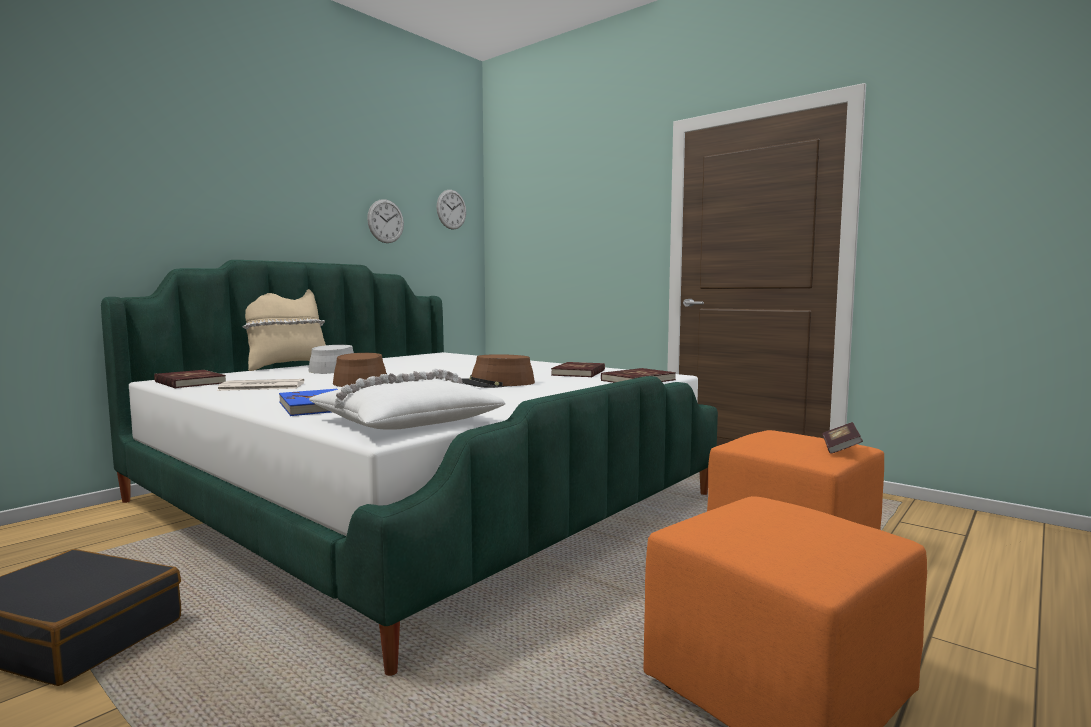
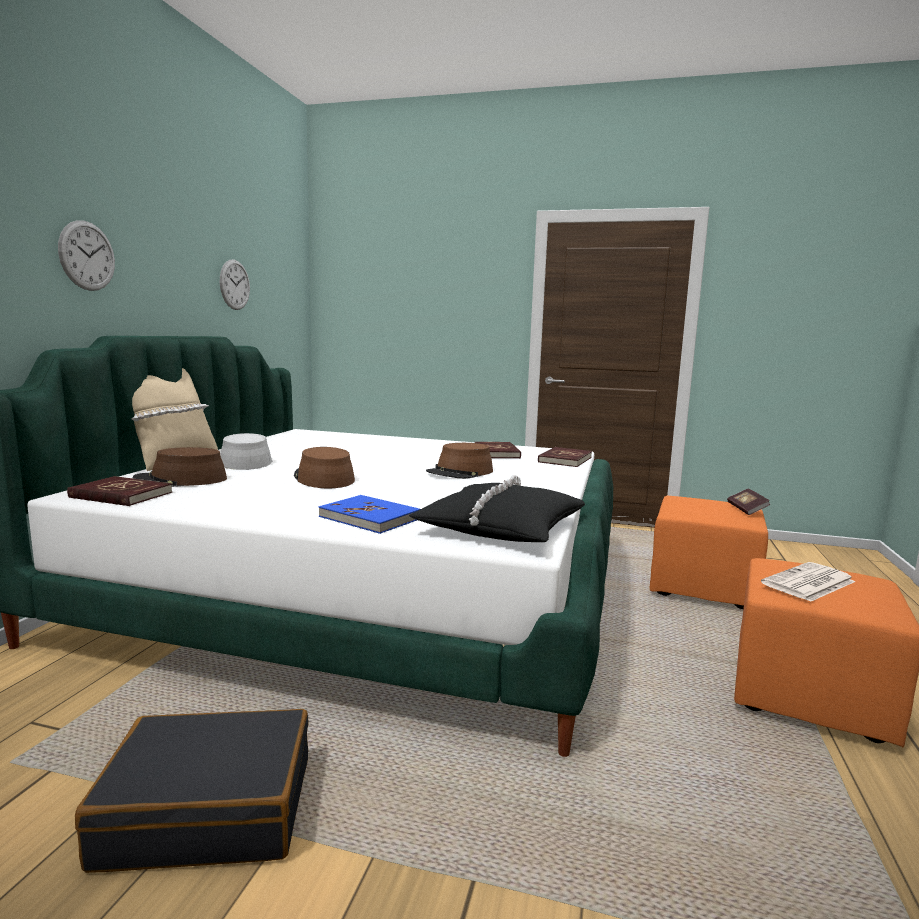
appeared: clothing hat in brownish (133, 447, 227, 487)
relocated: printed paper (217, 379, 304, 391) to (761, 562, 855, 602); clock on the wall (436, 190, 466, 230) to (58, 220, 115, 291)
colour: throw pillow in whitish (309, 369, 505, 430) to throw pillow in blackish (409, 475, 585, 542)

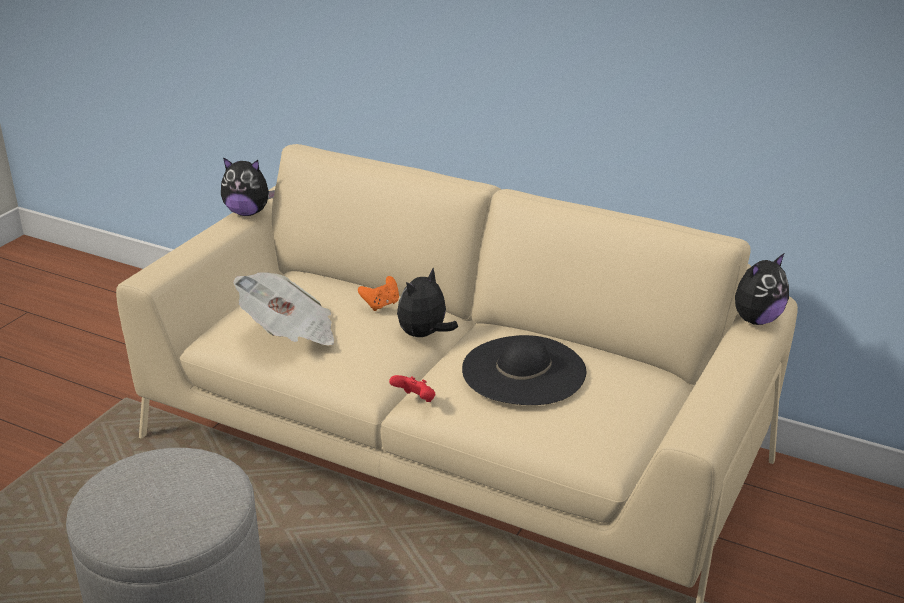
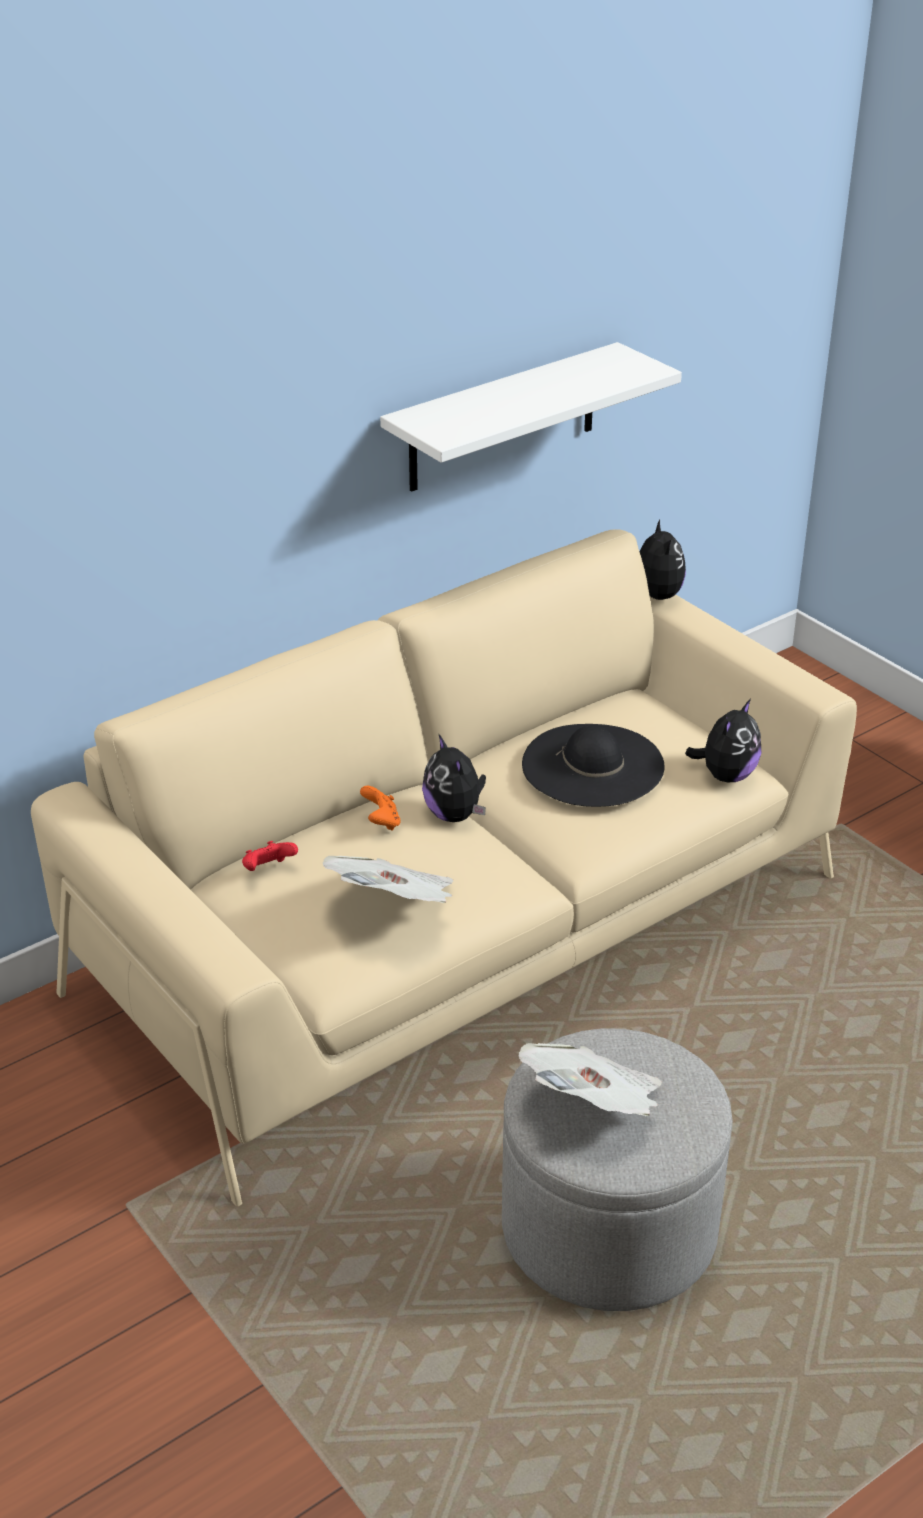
appeared: wall shelf in whitish (380, 342, 682, 492); printed paper (519, 1043, 662, 1116)
relocated: cuddly toy (221, 157, 275, 216) to (685, 699, 761, 782); gamepad in red (389, 375, 435, 402) to (242, 841, 298, 871)

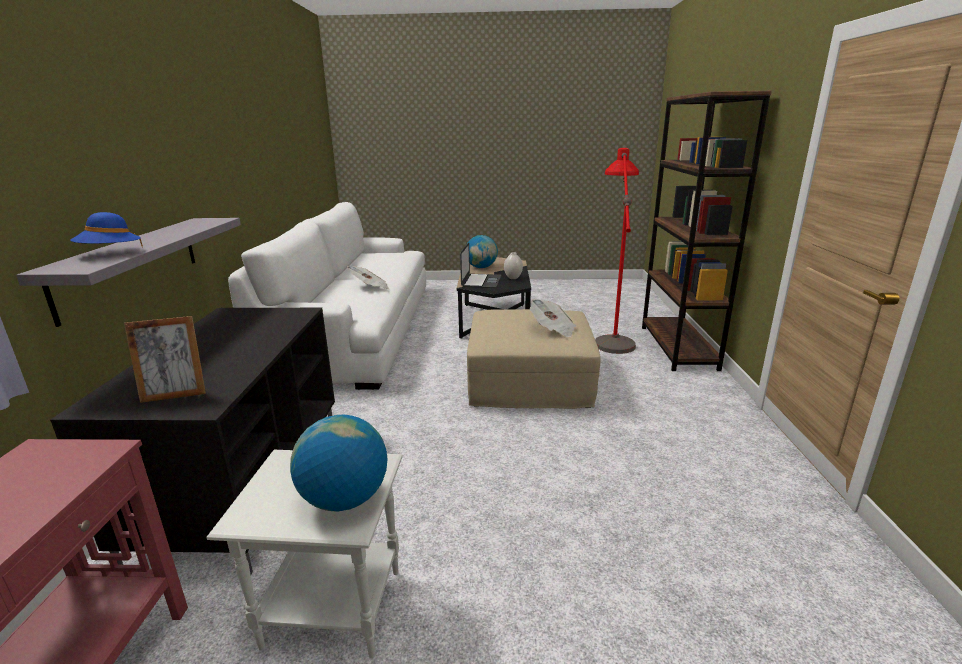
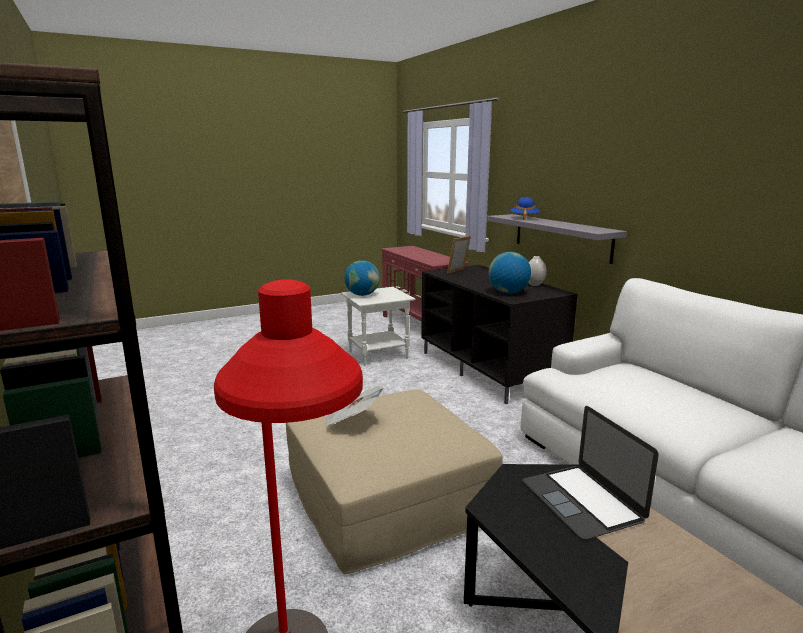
missing: printed paper (347, 266, 389, 289)
relocated: globe (466, 235, 498, 268) to (489, 252, 531, 294); flower vase in whitish (504, 252, 523, 279) to (529, 256, 547, 286)

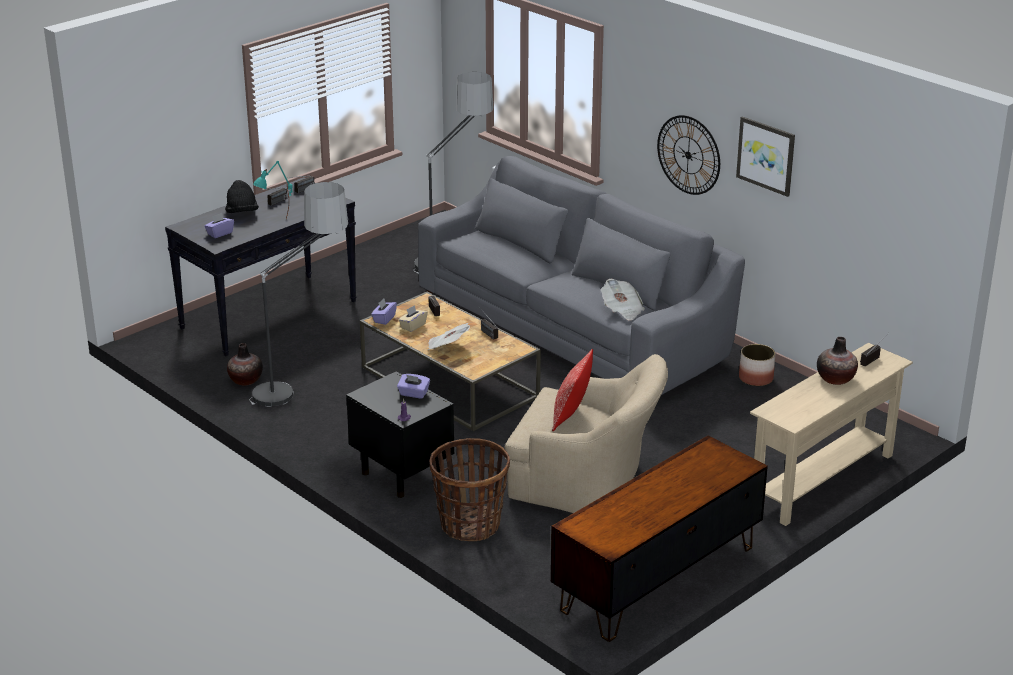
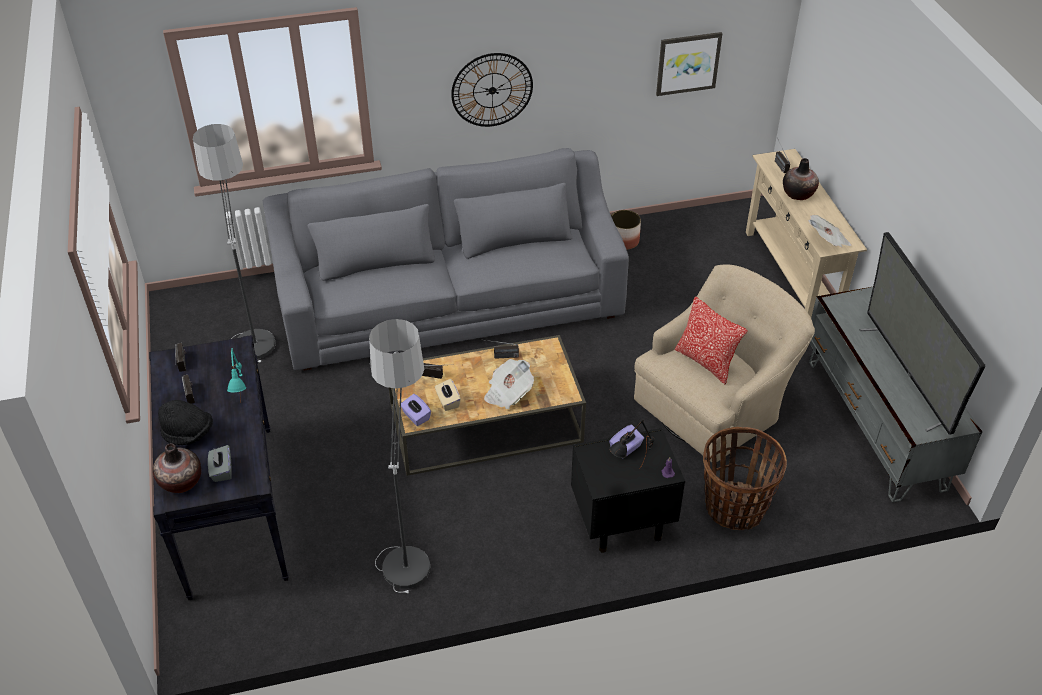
appeared: table lamp in blackish (609, 420, 654, 468); TV (859, 232, 985, 435)
relocated: flower vase (227, 343, 263, 386) to (153, 443, 201, 493); printed paper (601, 279, 645, 321) to (808, 215, 852, 247); wall art (736, 116, 795, 197) to (656, 32, 722, 96)
colour: tissue box in purplish (204, 213, 234, 238) to tissue box in grey (208, 445, 232, 482); tv unit in brownish (551, 435, 768, 642) to tv unit in grey (809, 287, 982, 502)

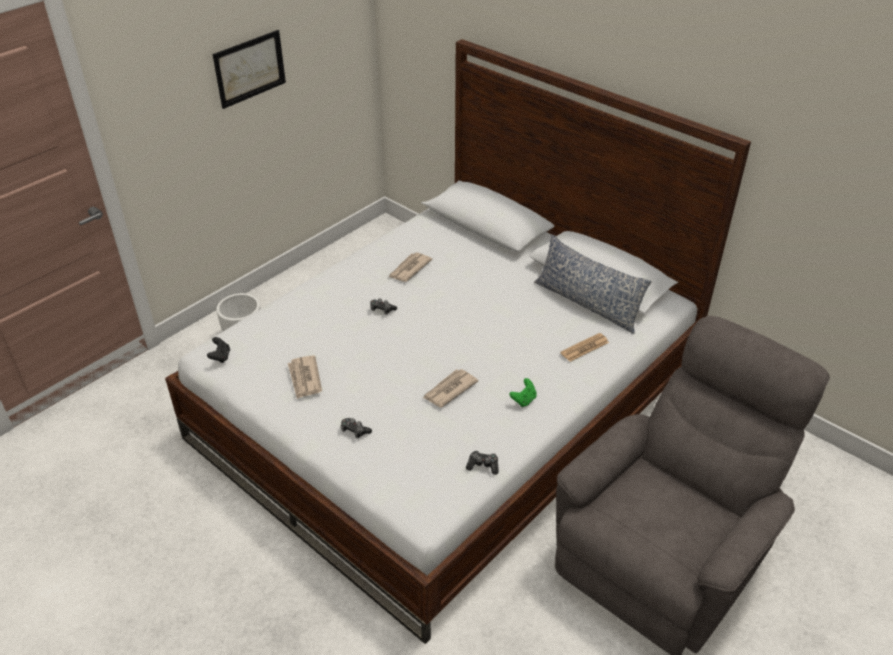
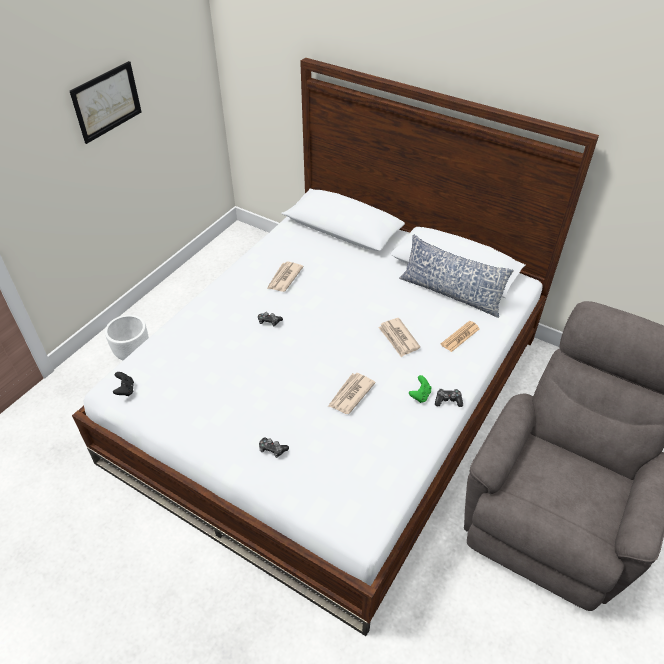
relocated: printed paper (288, 355, 322, 399) to (378, 318, 420, 357); gamepad (466, 451, 499, 475) to (435, 389, 463, 407)

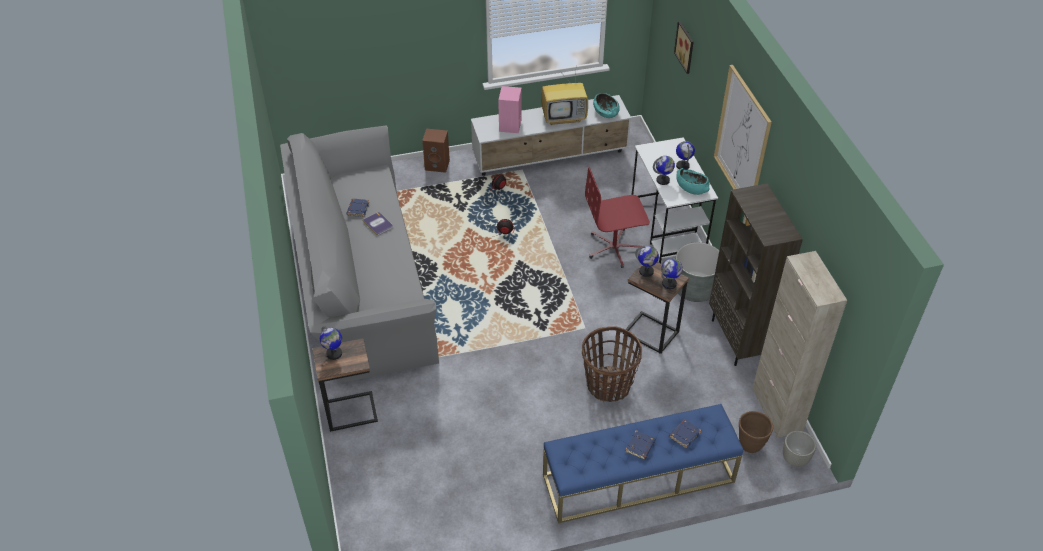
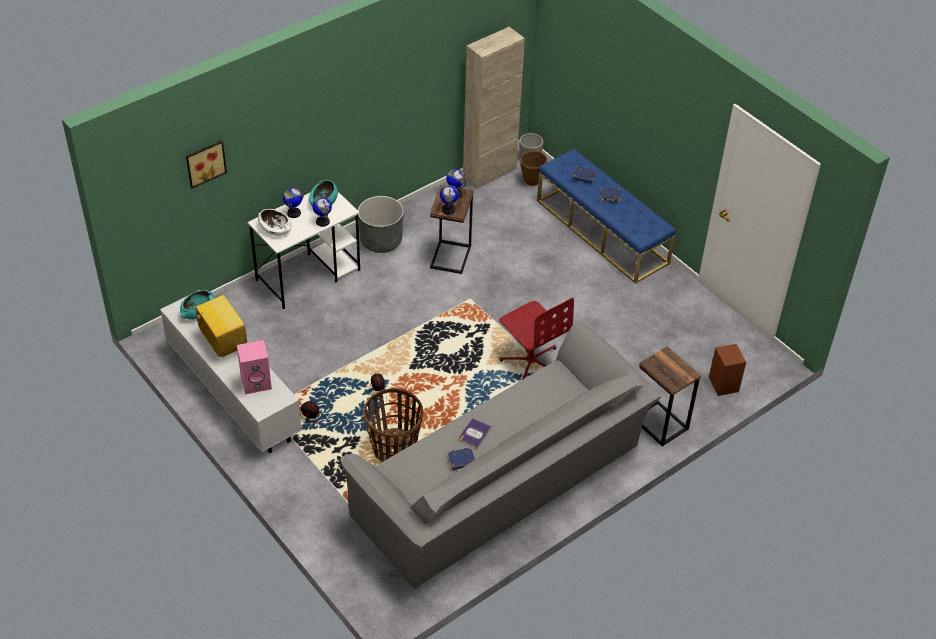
missing: globe (320, 326, 342, 360); bookshelf in brownish (709, 184, 803, 366); wall art (714, 65, 772, 189)
appeared: deep dish in whitish (258, 209, 291, 236)
relocated: audio speaker in brownish (422, 129, 450, 173) to (709, 344, 746, 396); household basket (582, 326, 642, 402) to (363, 388, 423, 462); desk chair in red (585, 167, 650, 268) to (499, 298, 574, 380)

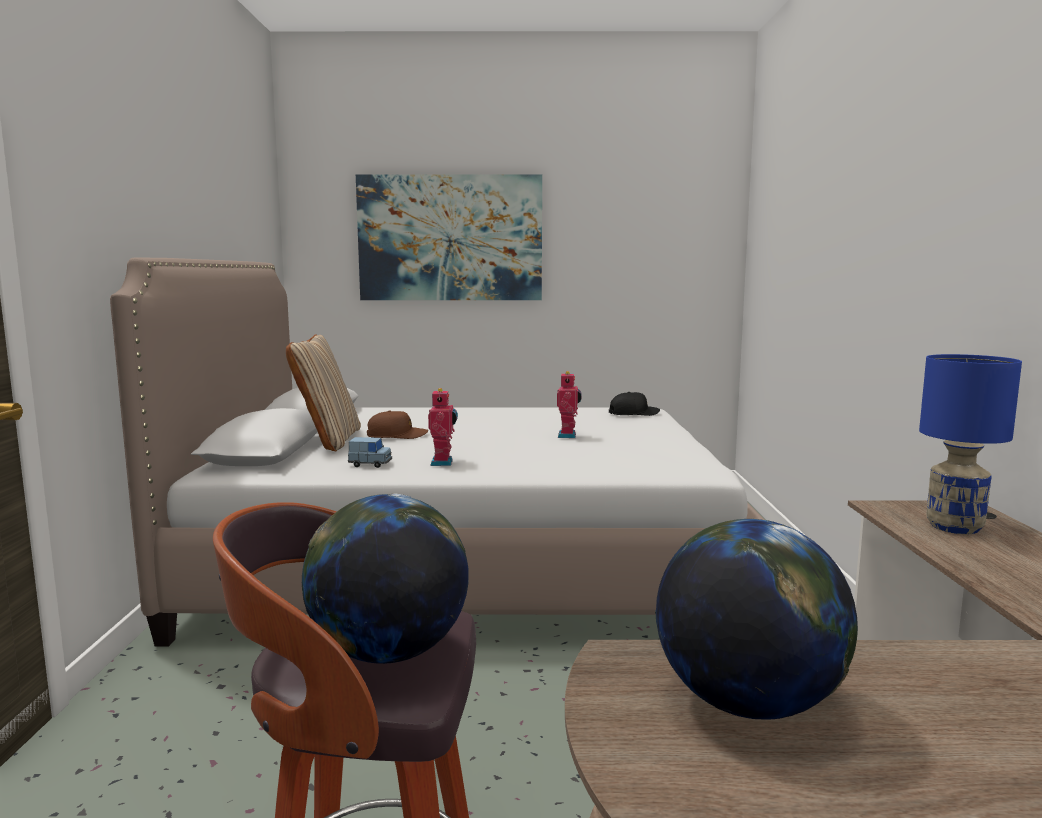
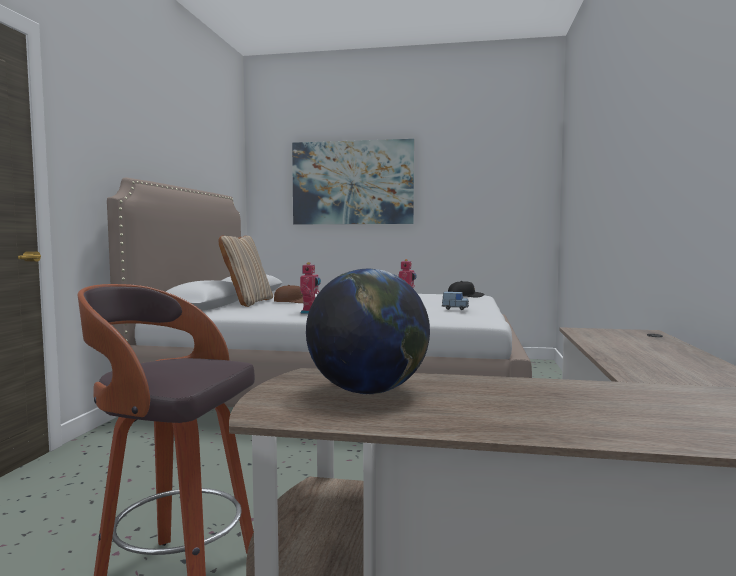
missing: globe (302, 494, 468, 664); table lamp in blue-coloured (919, 354, 1022, 534)
relocated: miniature car in blue-coloured (348, 437, 392, 468) to (442, 292, 469, 310)

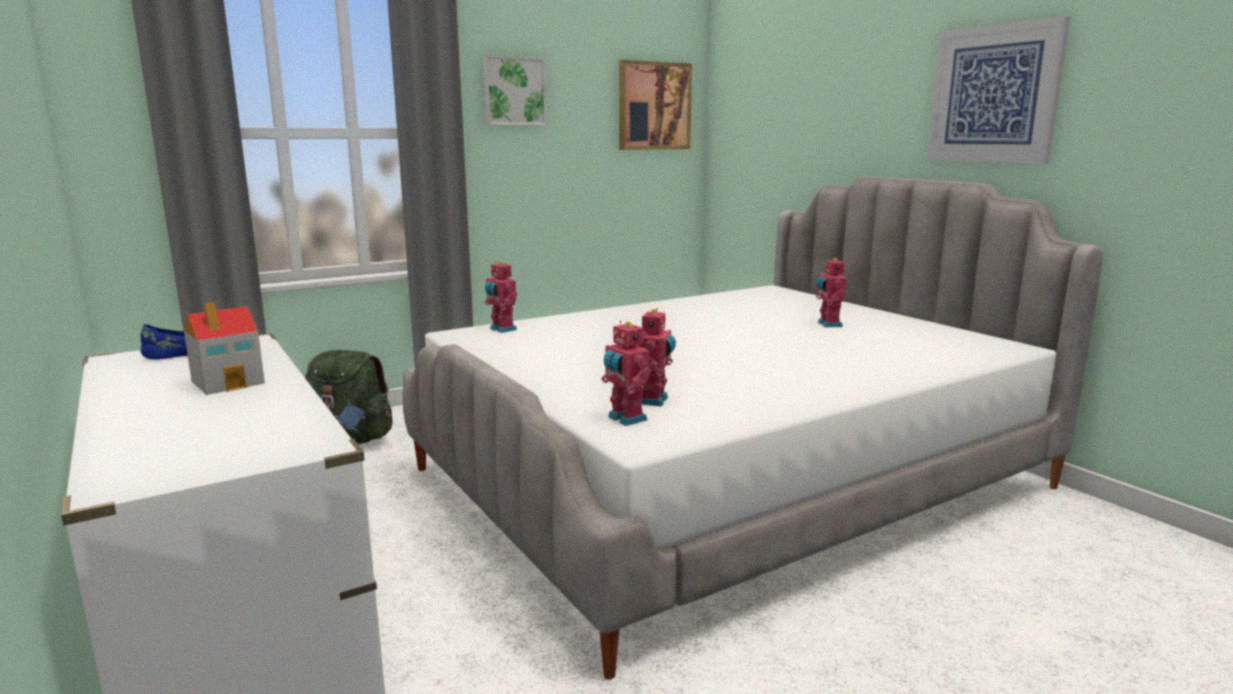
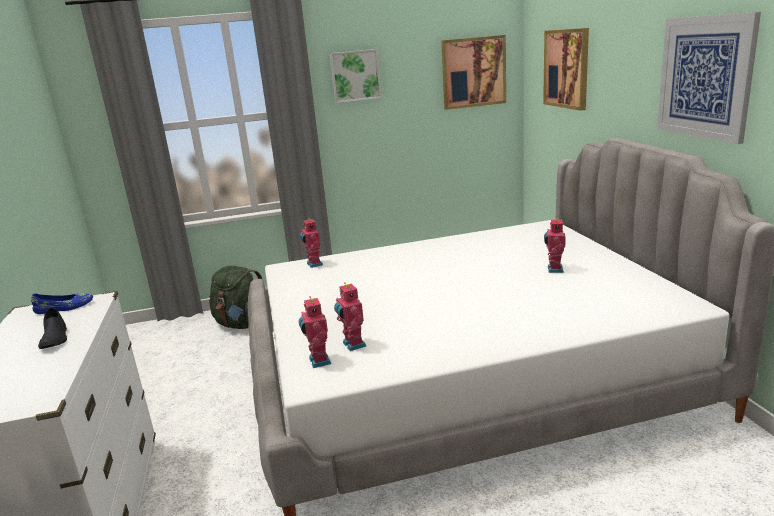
appeared: wall art (543, 28, 589, 111)
exchanged: model house (184, 302, 265, 395) to shoe in blackish (38, 307, 67, 349)
spun: toy robot (638, 308, 676, 407) = (334, 282, 366, 351) 120 degrees clockwise

